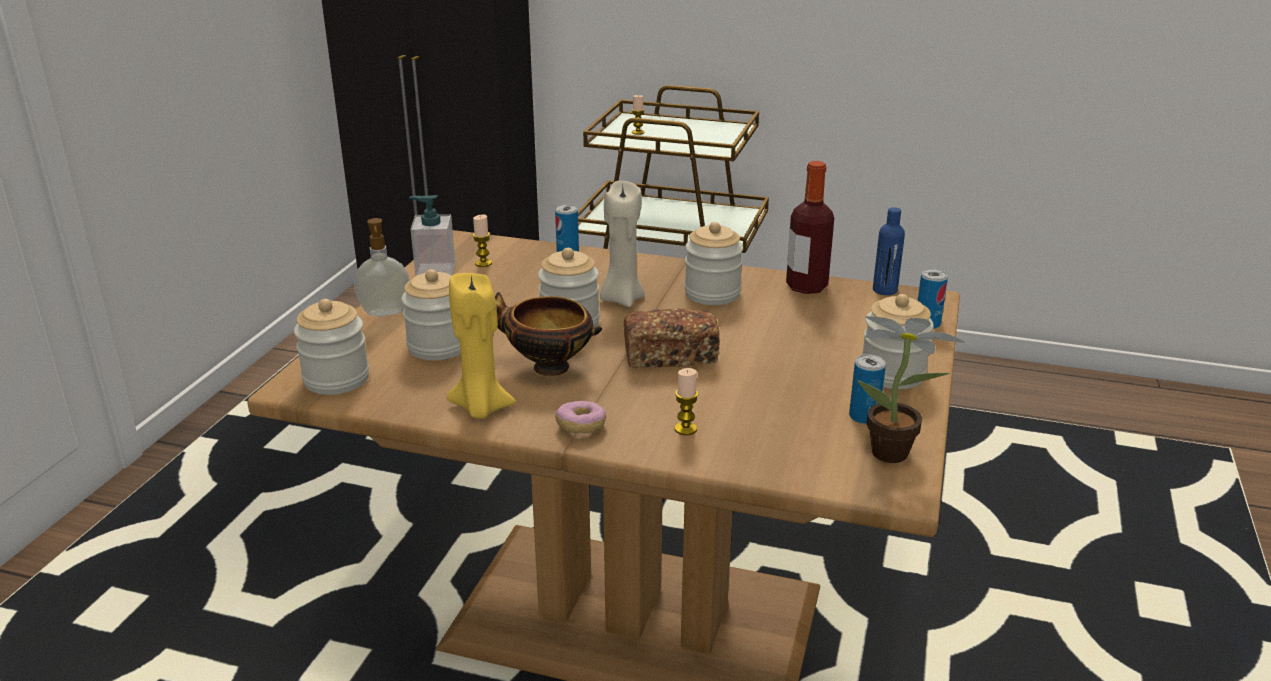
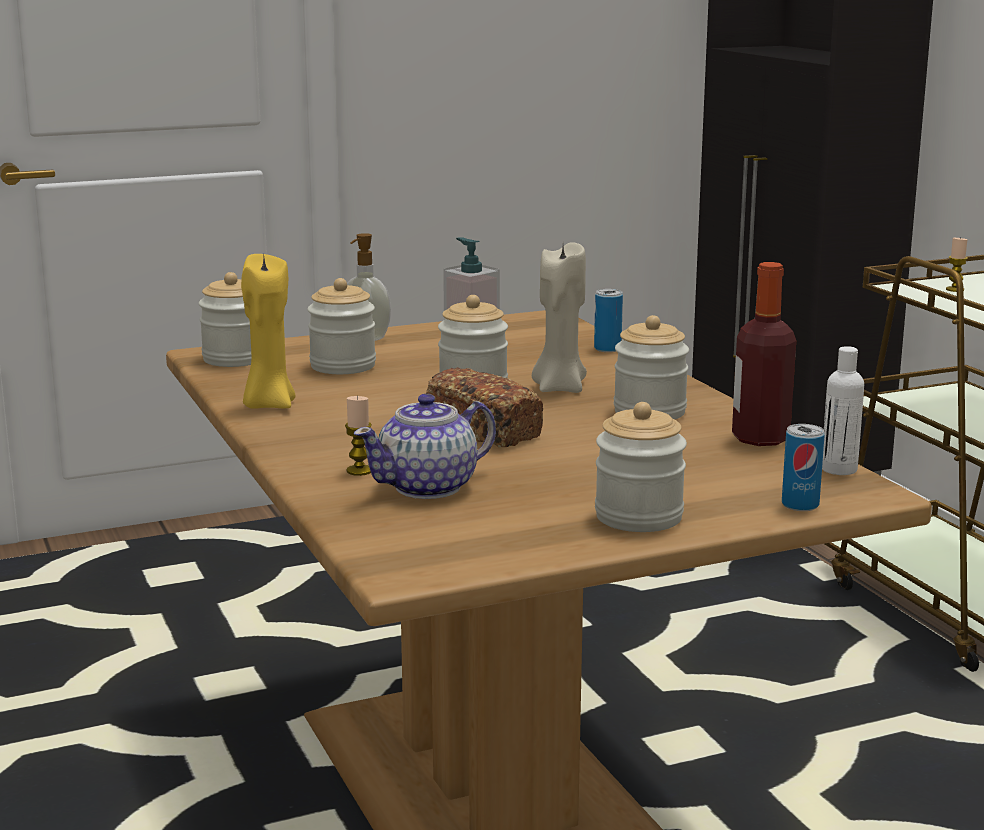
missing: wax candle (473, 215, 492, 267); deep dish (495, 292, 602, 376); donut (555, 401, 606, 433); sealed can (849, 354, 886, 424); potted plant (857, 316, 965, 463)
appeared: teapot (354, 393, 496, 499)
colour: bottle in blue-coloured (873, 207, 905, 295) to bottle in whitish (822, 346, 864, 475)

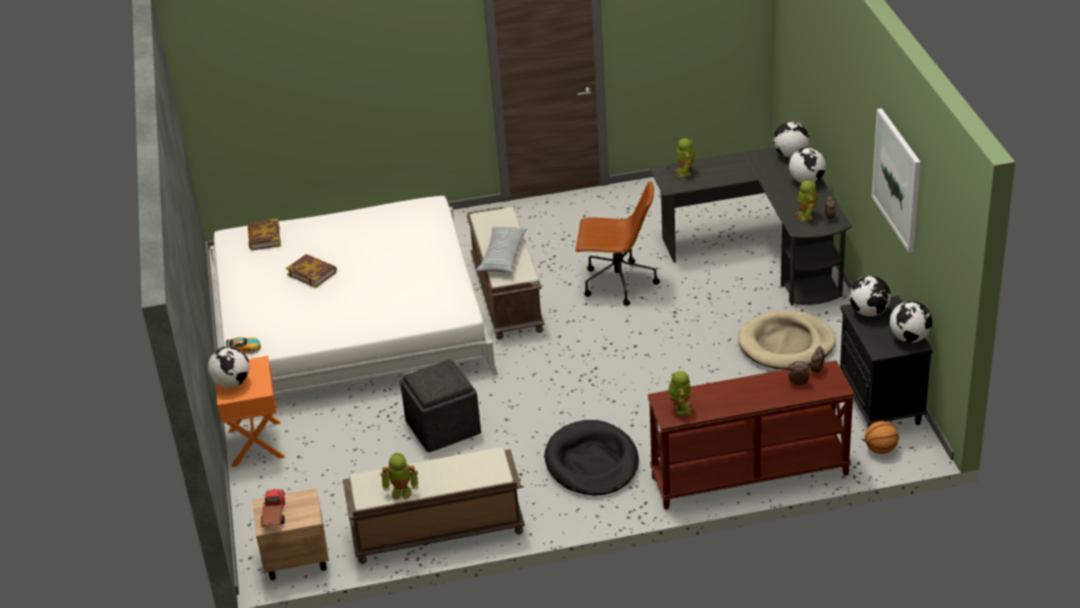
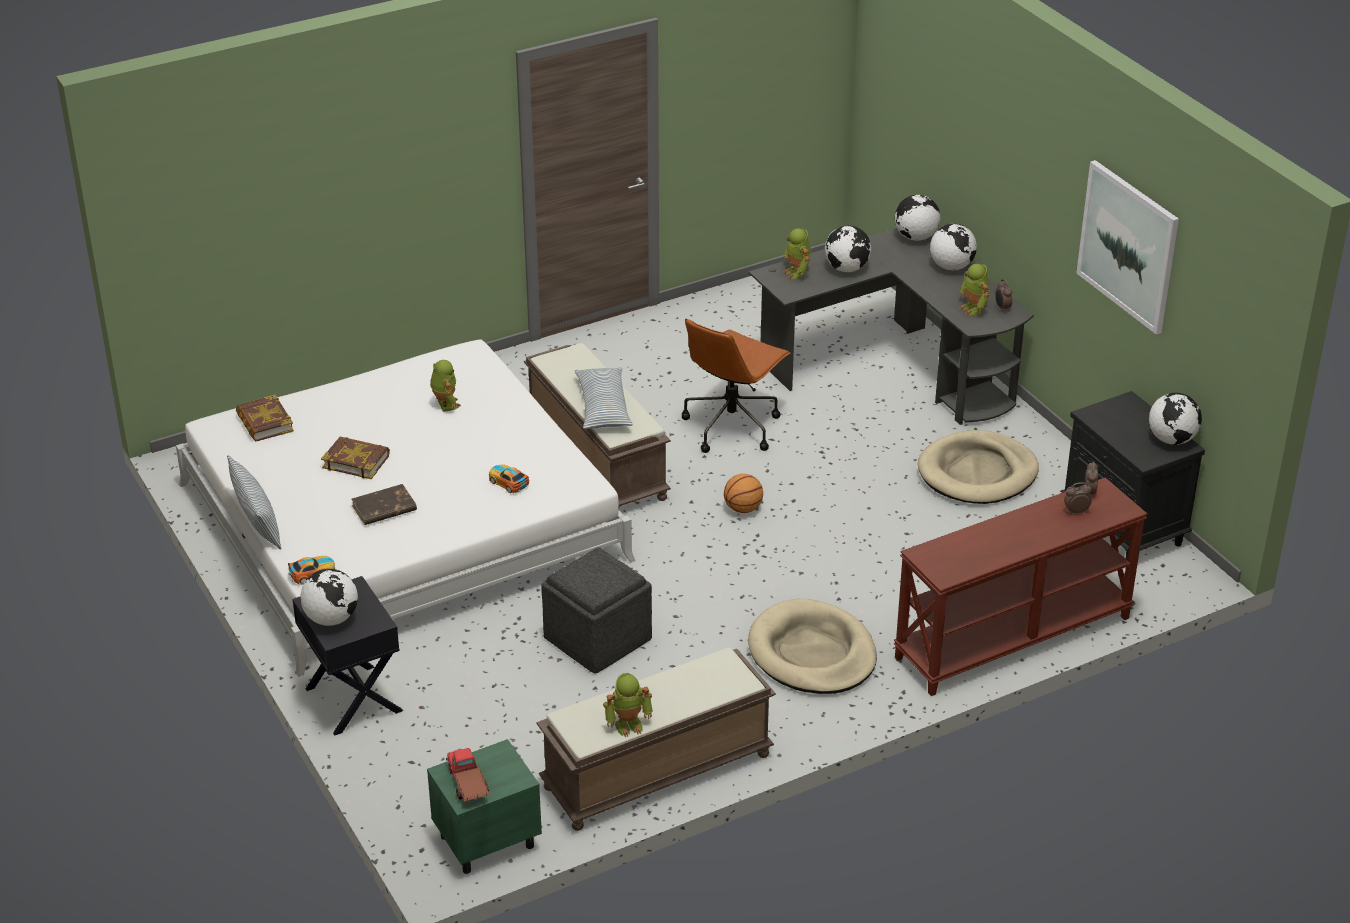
appeared: throw pillow (227, 455, 281, 550); bound book in brownish (352, 484, 417, 525); miniature car (489, 464, 529, 493)
relocated: toy robot (668, 371, 694, 415) to (430, 360, 461, 412); globe (849, 276, 891, 316) to (825, 225, 871, 272); basketball ball (865, 421, 899, 454) to (724, 474, 763, 513)
colour: nightstand in orange-coloured (215, 356, 285, 467) to nightstand in blackish (292, 576, 403, 736); nightstand in beige (252, 488, 329, 580) to nightstand in green (427, 739, 542, 874); dog cushion in blackish (544, 420, 639, 495) to dog cushion in beige (748, 598, 877, 694)
spun: desk chair in brownish (575, 181, 660, 306) = (682, 319, 790, 453) 135 degrees clockwise

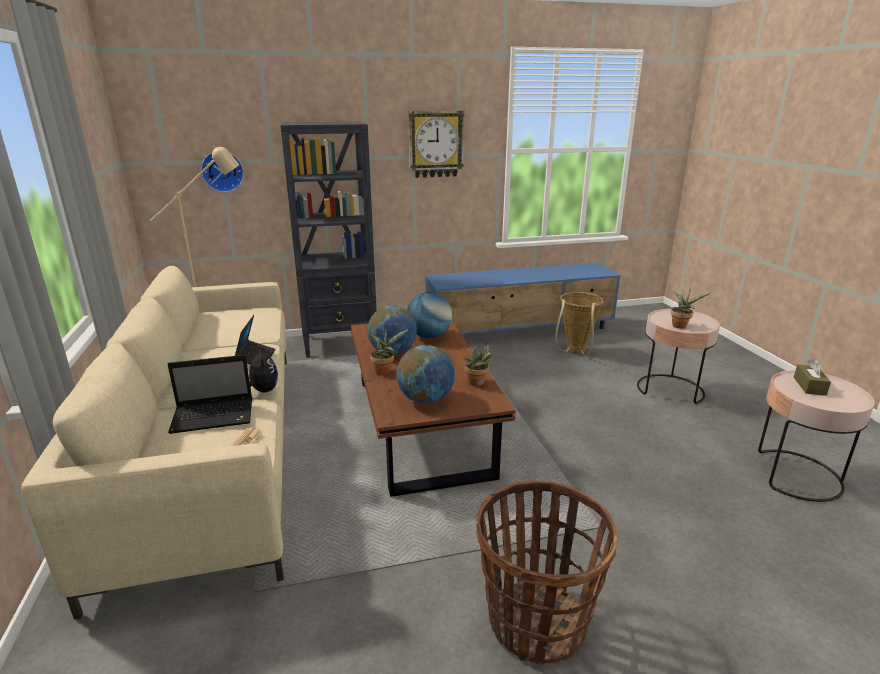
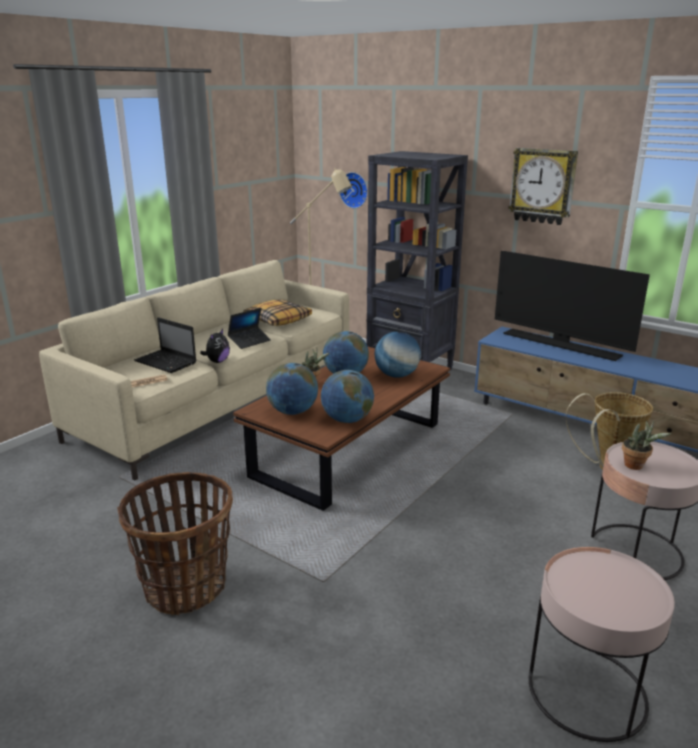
missing: tissue box in brownish (794, 359, 831, 396)
appeared: throw pillow (243, 300, 312, 326); TV (495, 251, 650, 361)
exchanged: potted plant (464, 344, 493, 386) to globe (321, 370, 374, 423)

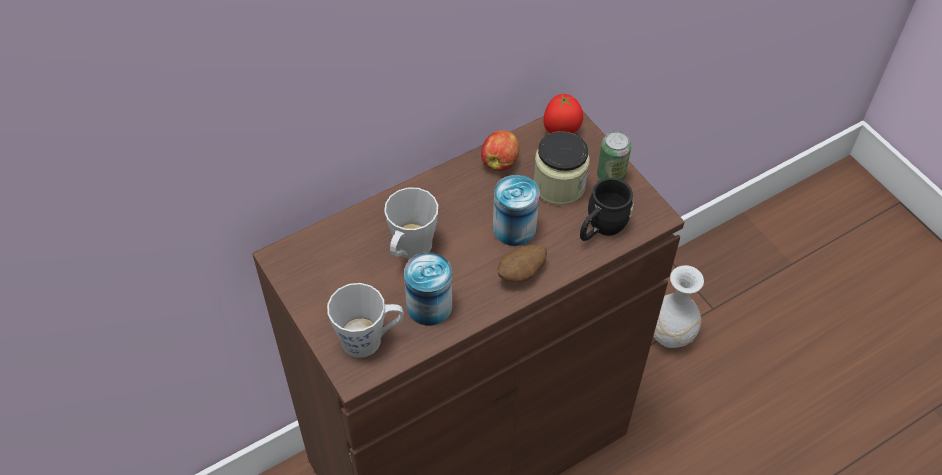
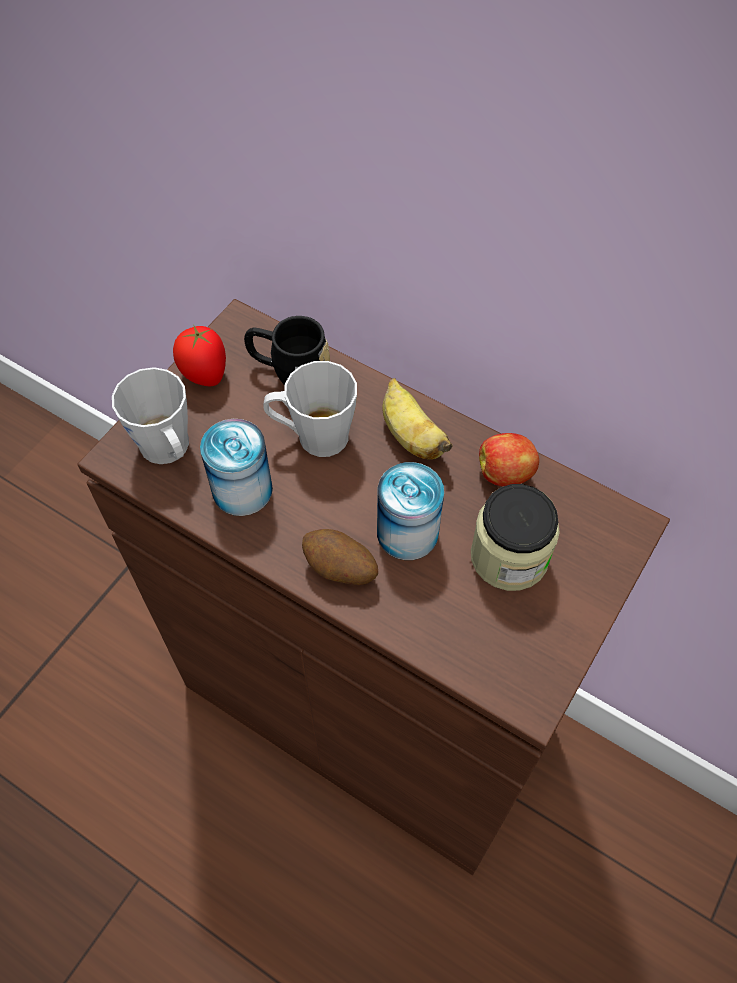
missing: sealed can (597, 131, 632, 181); flower vase in whitish (653, 265, 704, 348)
appeared: whole banana (382, 378, 453, 459)
relocated: tomato (544, 93, 583, 134) to (173, 324, 226, 386); coffee mug in blackish (580, 178, 634, 241) to (244, 316, 330, 385)

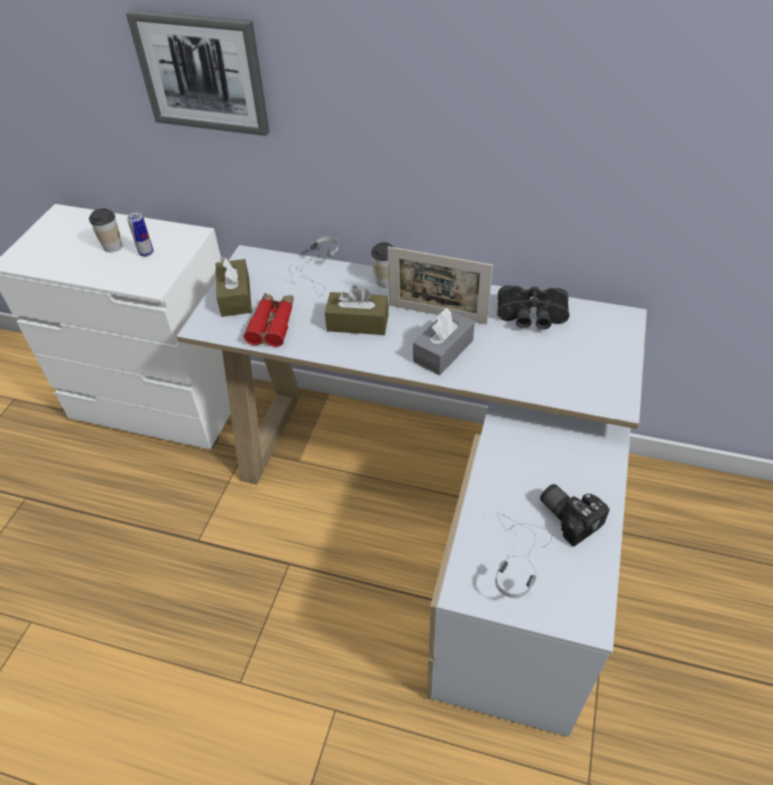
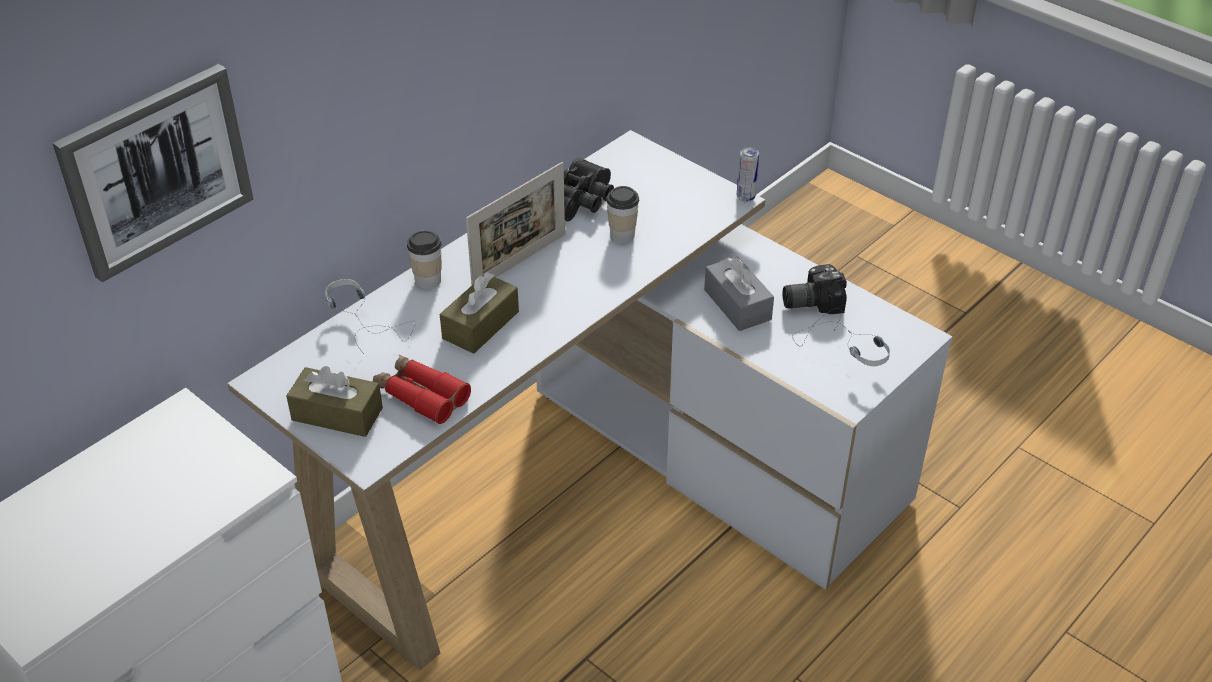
relocated: cup (89, 208, 122, 253) to (606, 186, 639, 243); sealed can (127, 212, 154, 257) to (737, 147, 759, 202); tissue box in grey (413, 308, 475, 375) to (704, 256, 774, 331)

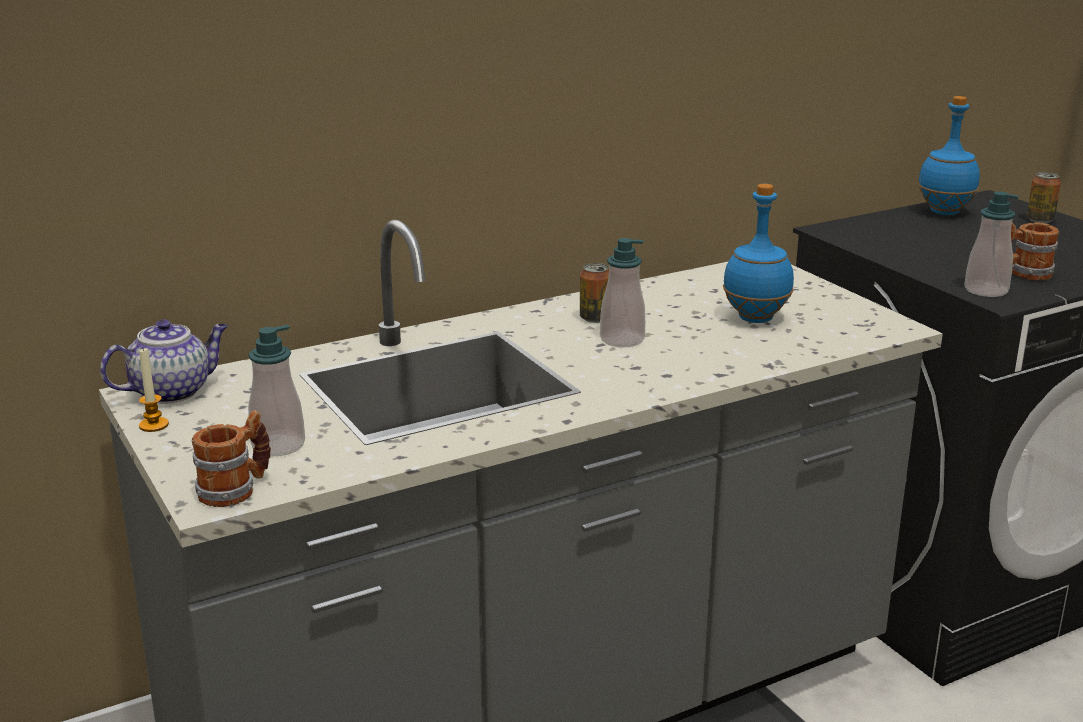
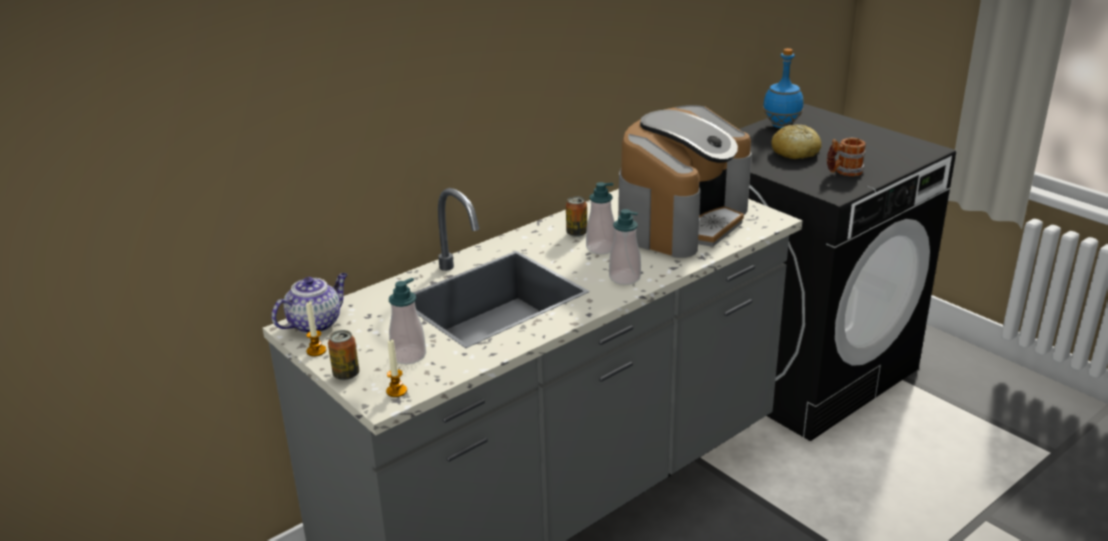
appeared: bakery bread (771, 124, 822, 159)
relocated: soap bottle (964, 191, 1019, 297) to (609, 209, 641, 285); sealed can (1027, 172, 1061, 223) to (328, 330, 359, 380)
exchanged: coffee mug (192, 410, 271, 507) to wax candle (386, 339, 407, 397); bottle in blue-coloured (723, 184, 794, 323) to coffee brewer (618, 105, 752, 258)

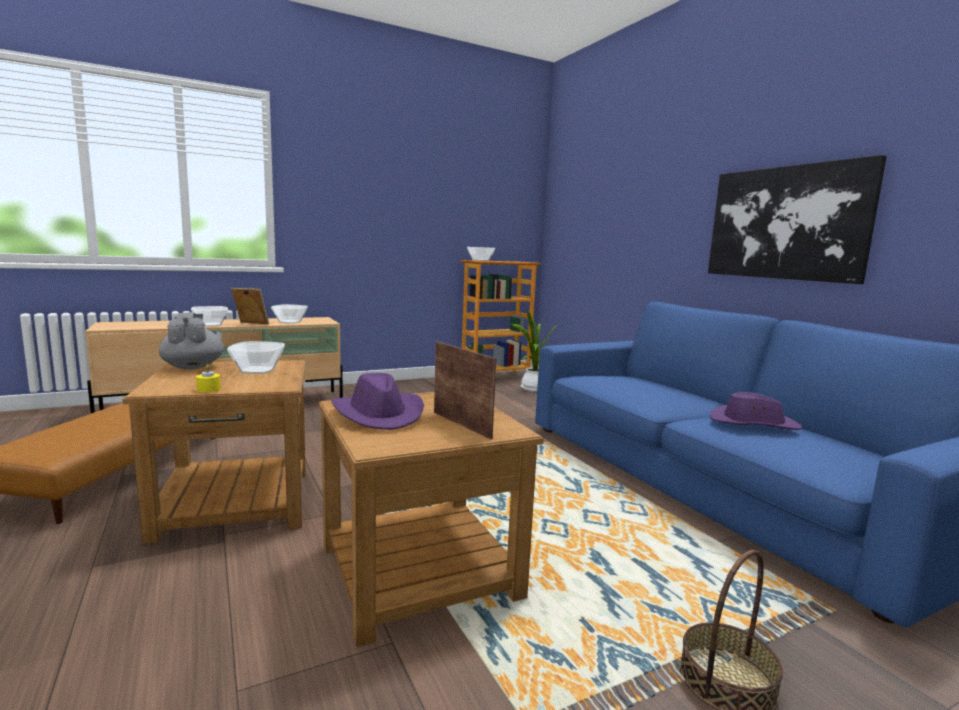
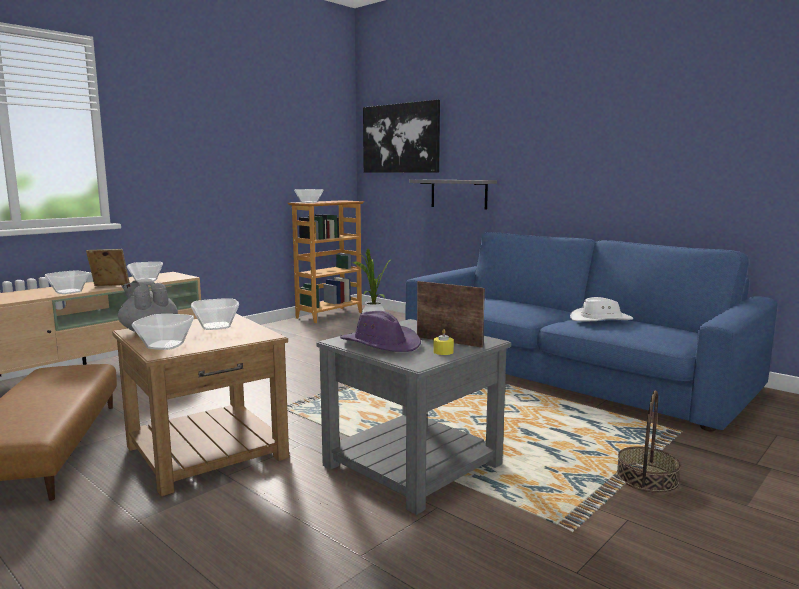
appeared: deep dish (132, 314, 194, 350); wall shelf in grey (409, 180, 497, 210)
relocated: wax candle in yellowish (196, 364, 221, 392) to (433, 329, 454, 355); wall art (708, 155, 887, 284) to (363, 100, 440, 173)
colour: side table in brownish (319, 392, 544, 647) to side table in grey (317, 319, 511, 515); clothing hat in purplish (710, 392, 802, 430) to clothing hat in whitish (570, 297, 633, 322)

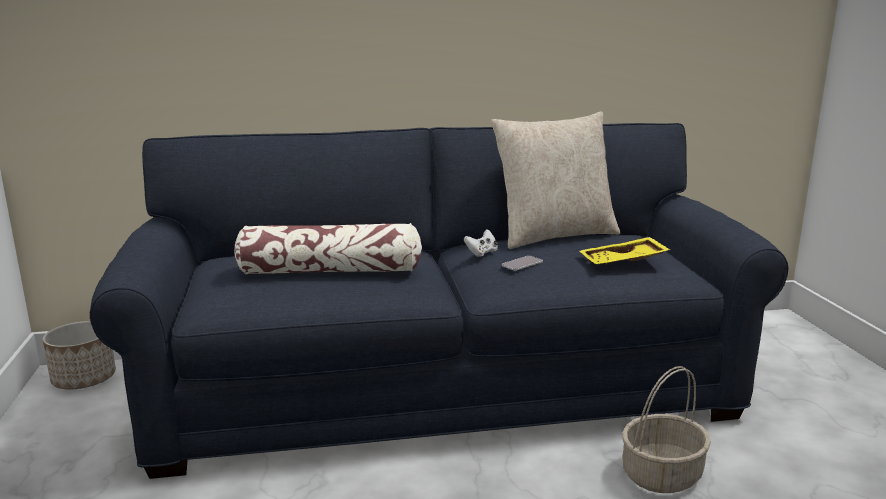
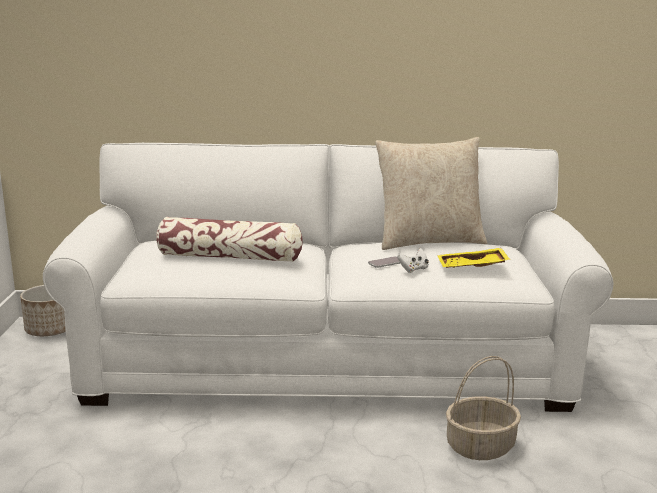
relocated: gamepad in whitish (464, 229, 498, 257) to (397, 248, 429, 273)
colour: settee in blue-coloured (90, 123, 788, 479) to settee in whitish (43, 143, 613, 412)

